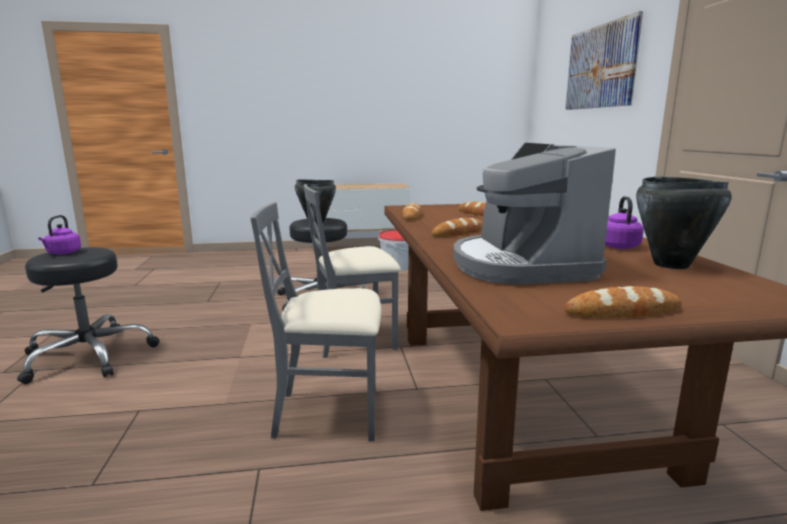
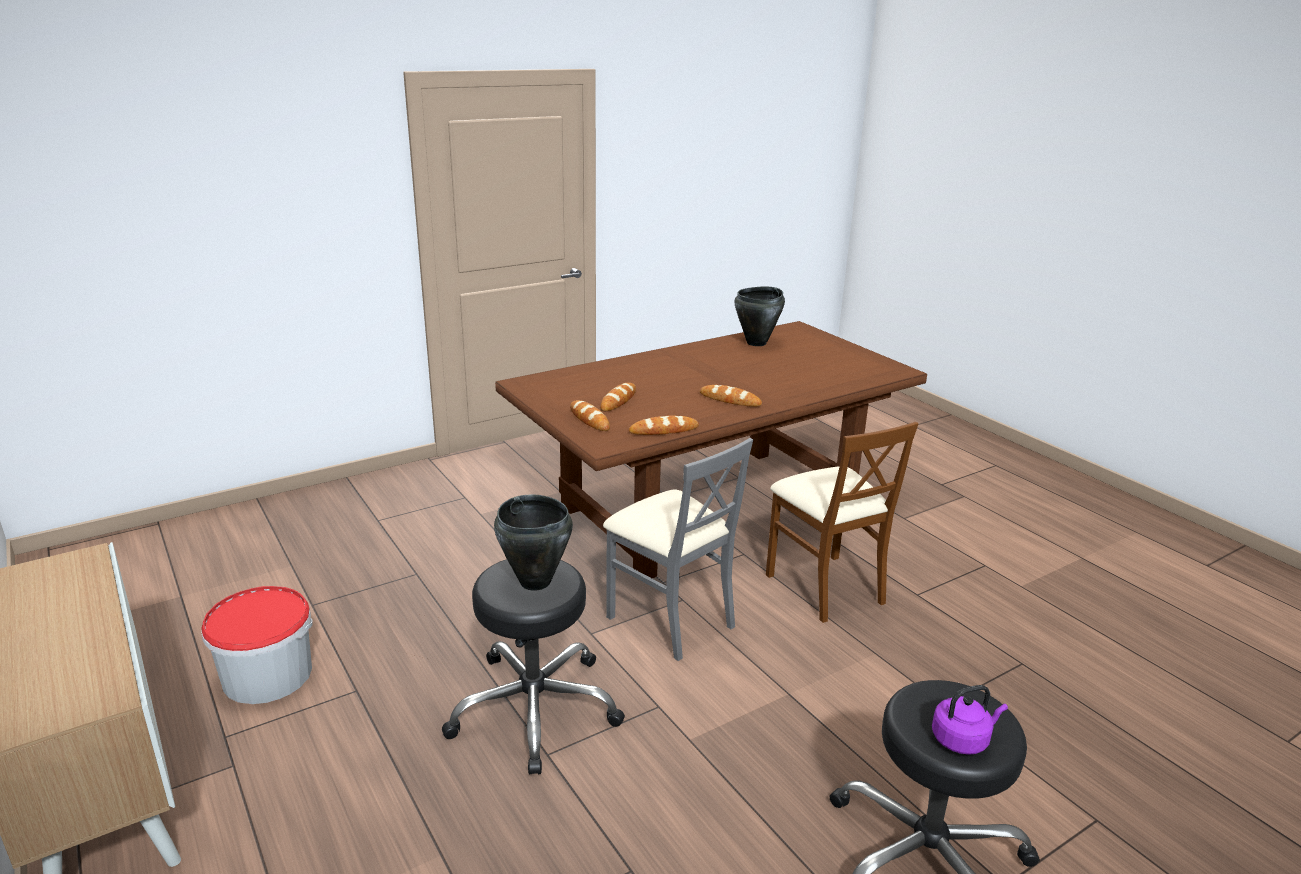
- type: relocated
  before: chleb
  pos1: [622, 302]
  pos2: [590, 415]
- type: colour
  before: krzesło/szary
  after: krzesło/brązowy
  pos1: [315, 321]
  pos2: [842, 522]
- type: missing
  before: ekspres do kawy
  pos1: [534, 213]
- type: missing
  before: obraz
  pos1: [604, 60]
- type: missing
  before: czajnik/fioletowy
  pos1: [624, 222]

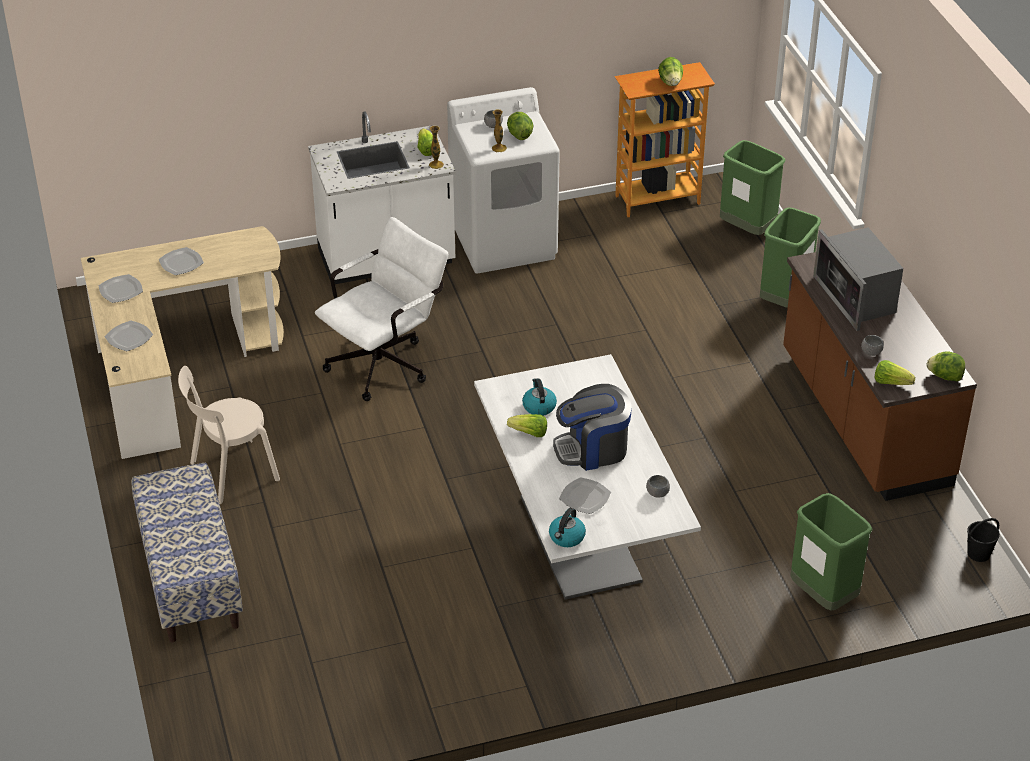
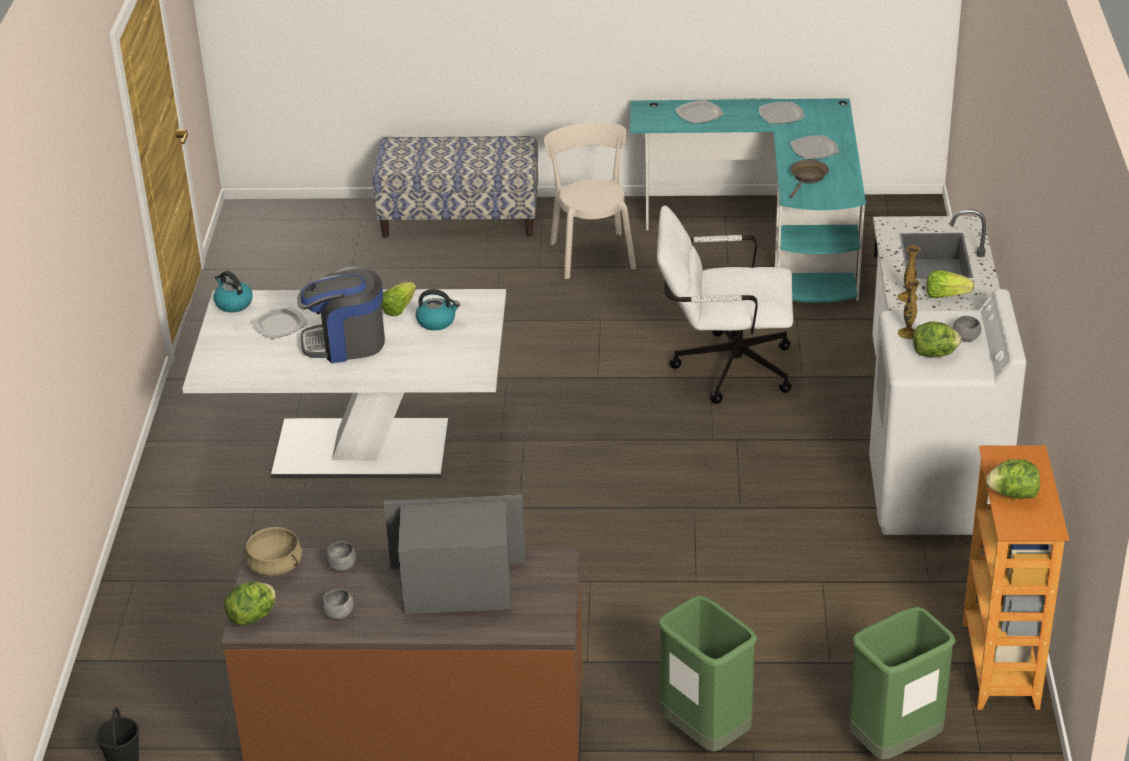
- type: exchanged
  before: sałata
  after: garnek/beżowy
  pos1: [894, 372]
  pos2: [273, 552]
- type: spun
  before: ekspres do kawy
  pos1: [592, 427]
  pos2: [341, 314]
  turn: -105
- type: relocated
  before: miska/szary
  pos1: [658, 486]
  pos2: [337, 604]
- type: colour
  before: biurko/beżowy
  after: biurko/turkusowy
  pos1: [182, 342]
  pos2: [748, 200]
- type: spun
  before: krzesło biurowe/biały
  pos1: [381, 309]
  pos2: [725, 304]
  turn: 120
- type: appeared
  after: patelnia/brązowy
  pos2: [809, 179]
- type: missing
  before: kosz na śmieci/zielony
  pos1: [831, 552]

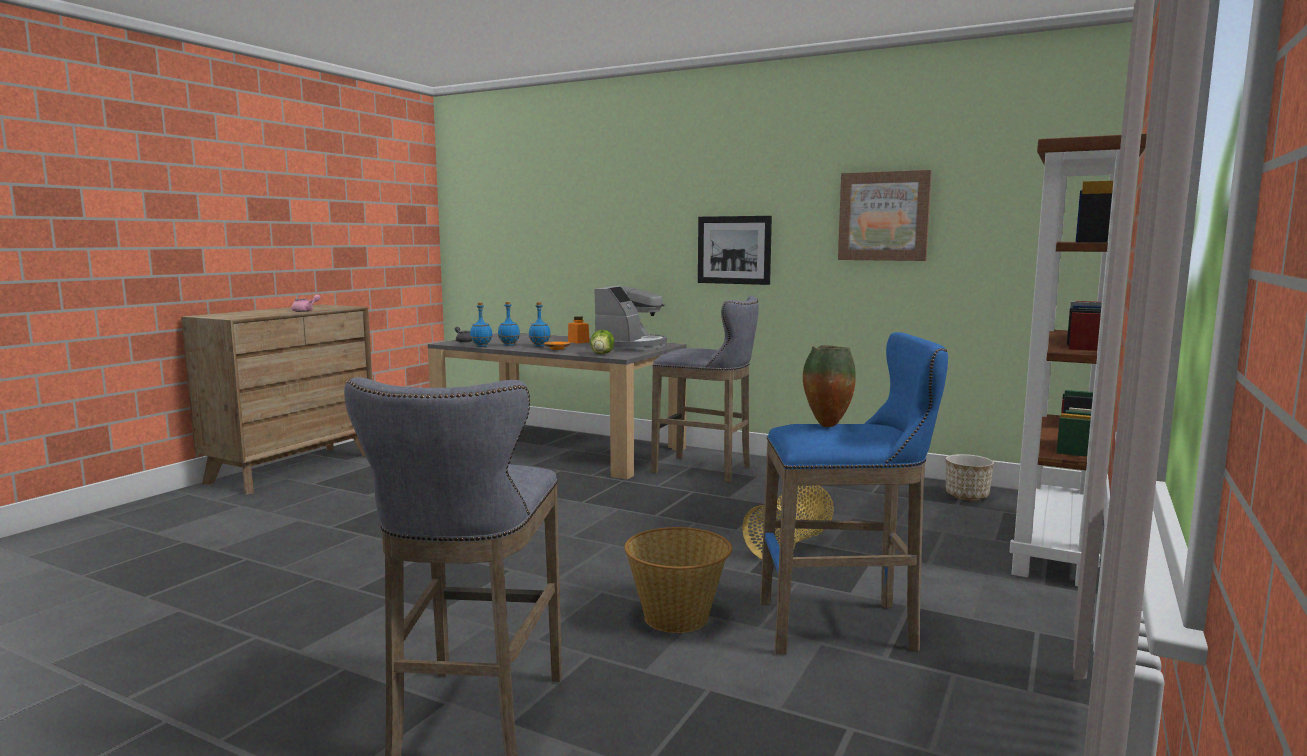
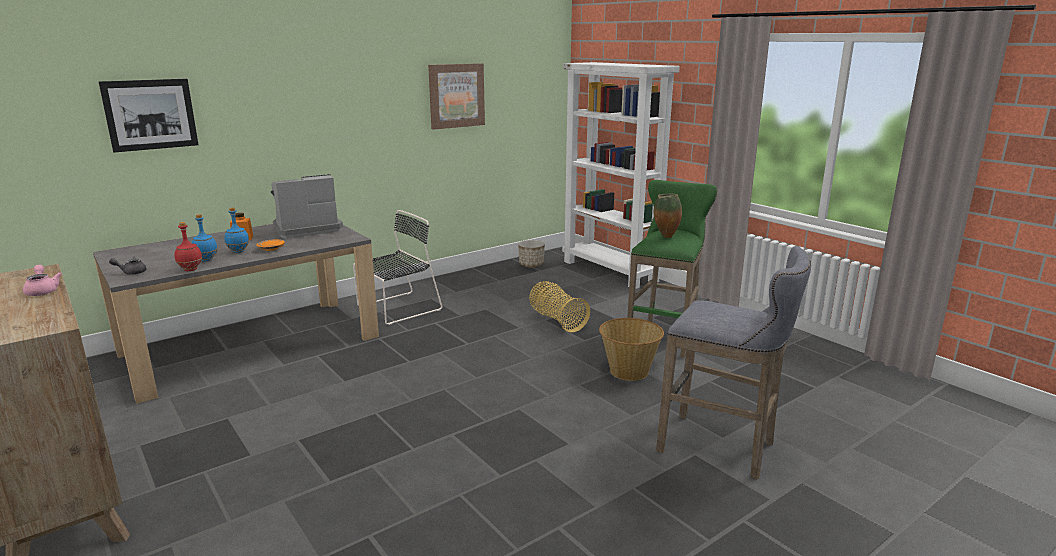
- type: relocated
  before: obraz
  pos1: [735, 250]
  pos2: [148, 116]
- type: colour
  before: butelka/niebieski
  after: butelka/czerwony
  pos1: [481, 324]
  pos2: [188, 246]
- type: spun
  before: ekspres do kawy
  pos1: [630, 318]
  pos2: [307, 206]
  turn: -75
- type: exchanged
  before: stołek/szary
  after: krzesło/czarny
  pos1: [705, 389]
  pos2: [397, 267]
- type: colour
  before: regał/brązowy
  after: regał/biały
  pos1: [1078, 359]
  pos2: [621, 175]
- type: colour
  before: stołek/niebieski
  after: stołek/zielony
  pos1: [854, 493]
  pos2: [672, 269]
- type: missing
  before: sałata
  pos1: [602, 342]

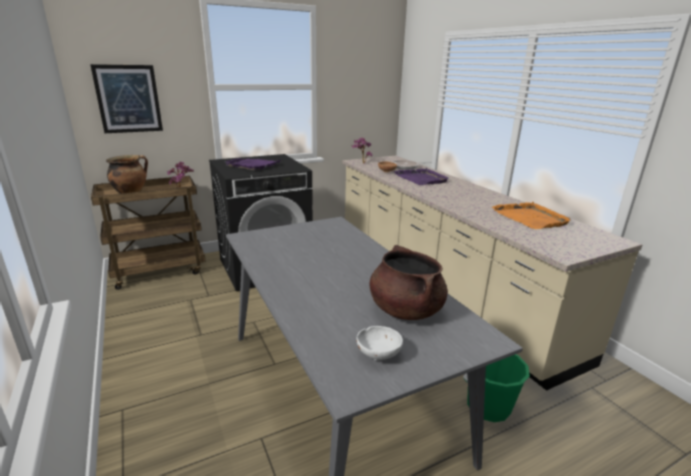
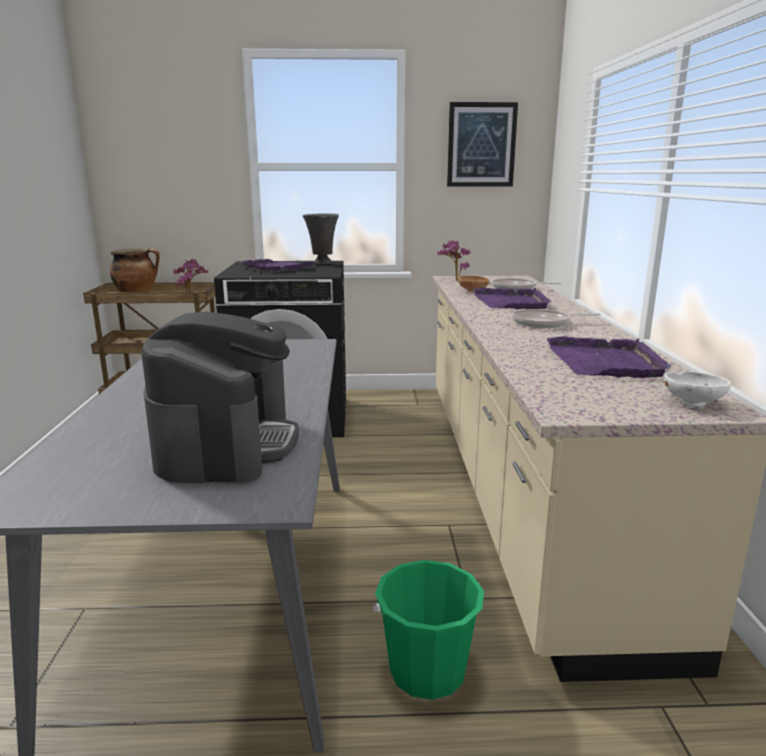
- type: exchanged
  before: garnek/brązowy
  after: ekspres do kawy
  pos1: [408, 282]
  pos2: [220, 397]
- type: appeared
  after: wazon/szary
  pos2: [321, 238]
- type: relocated
  before: obraz
  pos1: [126, 98]
  pos2: [482, 144]
- type: appeared
  after: patelnia
  pos2: [556, 318]
- type: colour
  before: taca/pomarańczowy
  after: taca/fioletowy
  pos1: [532, 215]
  pos2: [609, 357]
- type: relocated
  before: miska/biały
  pos1: [379, 343]
  pos2: [697, 388]

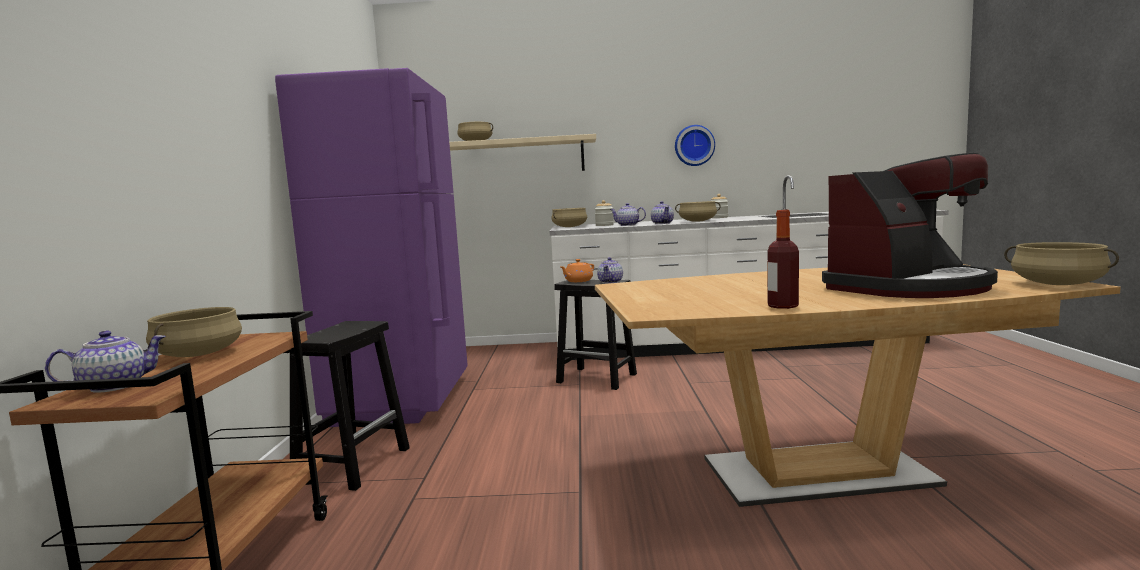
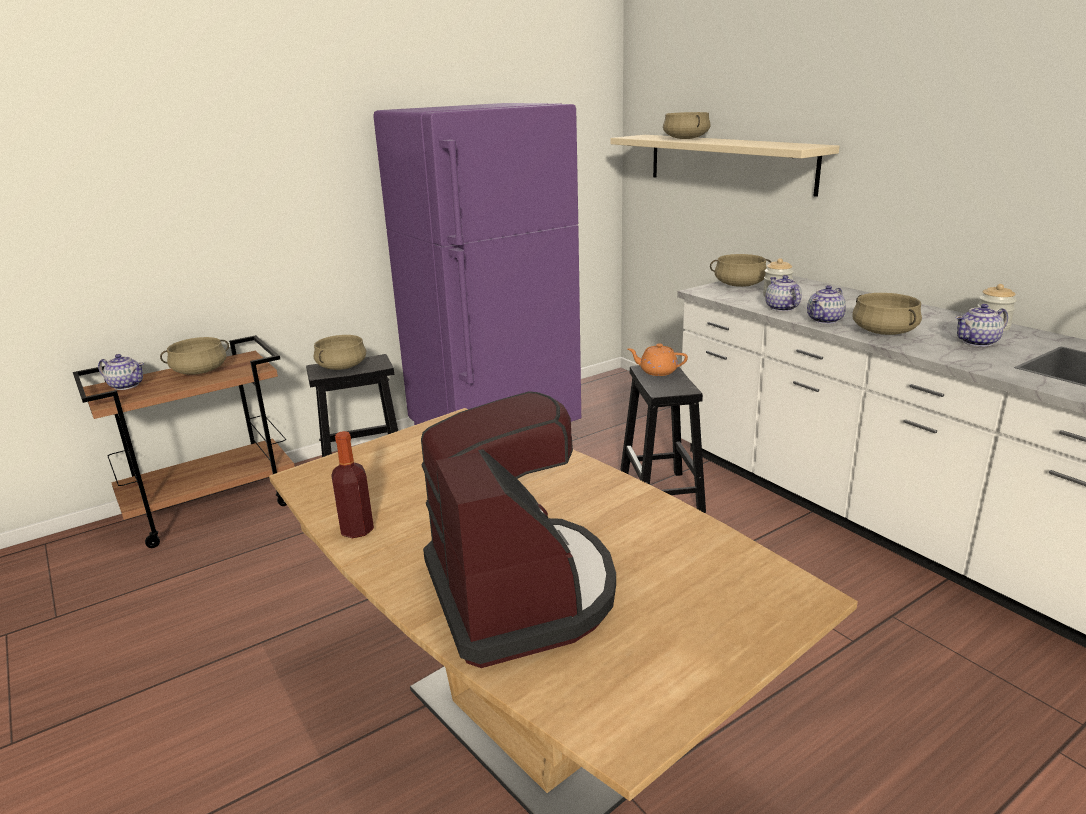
- type: relocated
  before: garnek/beżowy
  pos1: [1061, 263]
  pos2: [340, 352]
- type: spun
  before: ekspres do kawy
  pos1: [910, 225]
  pos2: [518, 529]
  turn: -135
- type: relocated
  before: imbryk
  pos1: [610, 270]
  pos2: [982, 325]
- type: missing
  before: zegar ścienny
  pos1: [695, 145]

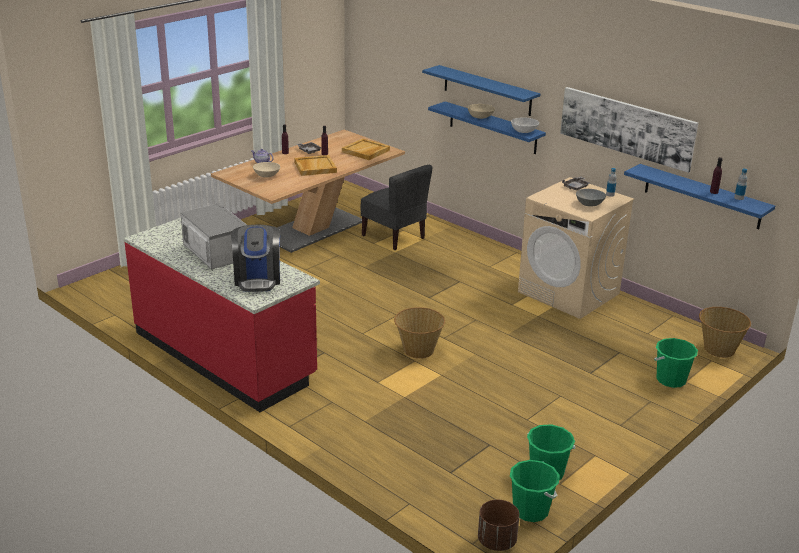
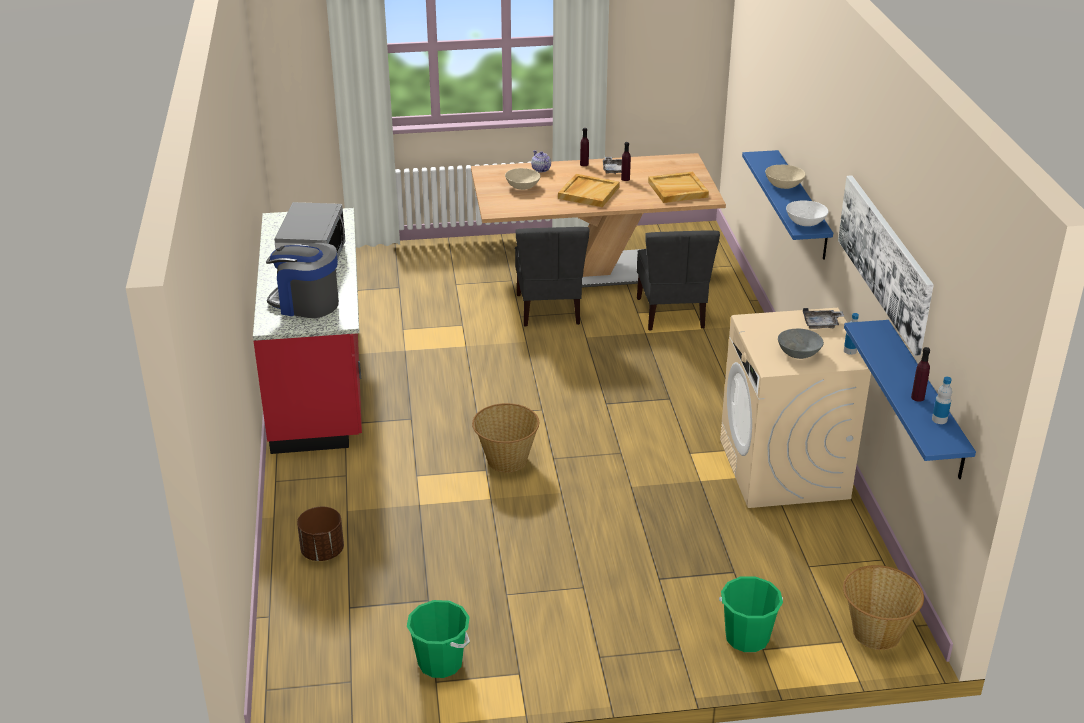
- type: spun
  before: ekspres do kawy
  pos1: [255, 258]
  pos2: [302, 280]
  turn: 75
- type: relocated
  before: donica/brązowy
  pos1: [499, 525]
  pos2: [320, 534]
- type: appeared
  after: krzesło/szary
  pos2: [552, 277]
- type: missing
  before: półka/niebieski
  pos1: [481, 90]
- type: missing
  before: wiadro/zielony
  pos1: [535, 491]

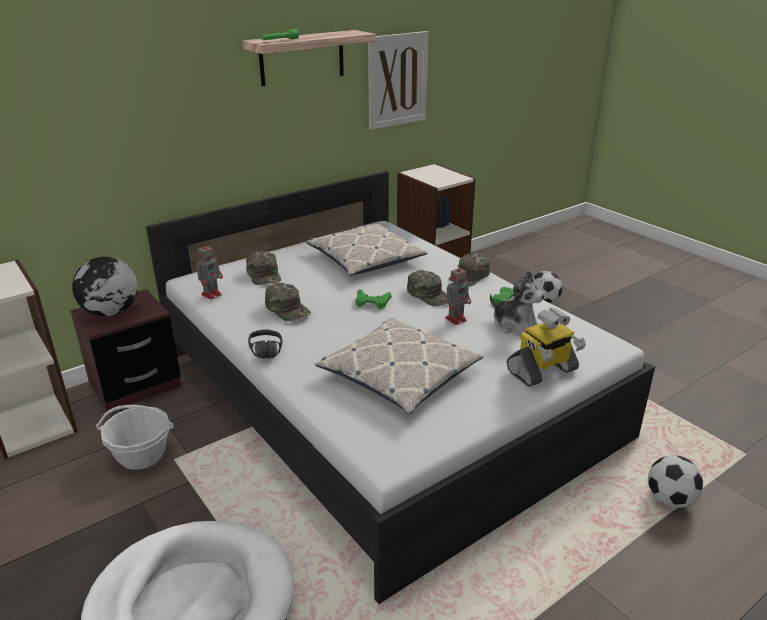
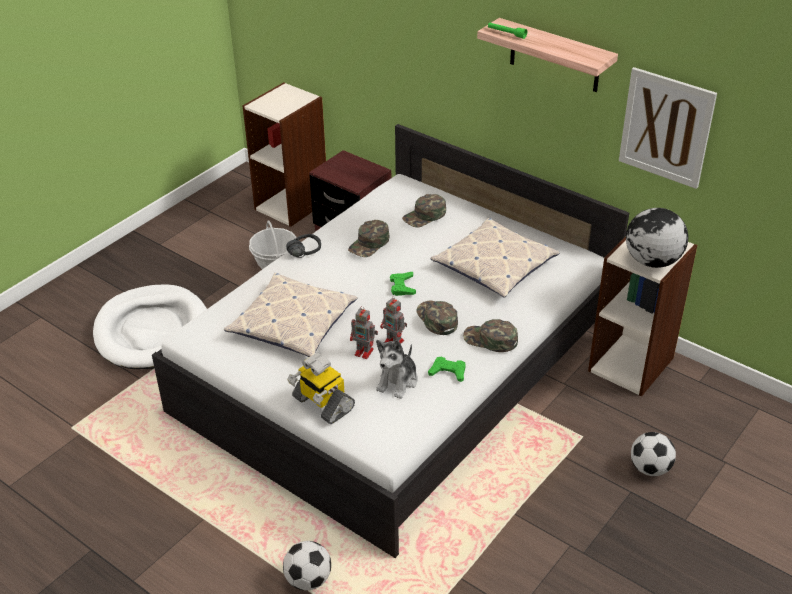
- type: relocated
  before: robot zabawkowy
  pos1: [209, 270]
  pos2: [364, 332]
- type: spun
  before: czapka z daszkiem/zielony
  pos1: [427, 288]
  pos2: [437, 318]
  turn: 120
- type: relocated
  before: globus
  pos1: [105, 287]
  pos2: [657, 238]

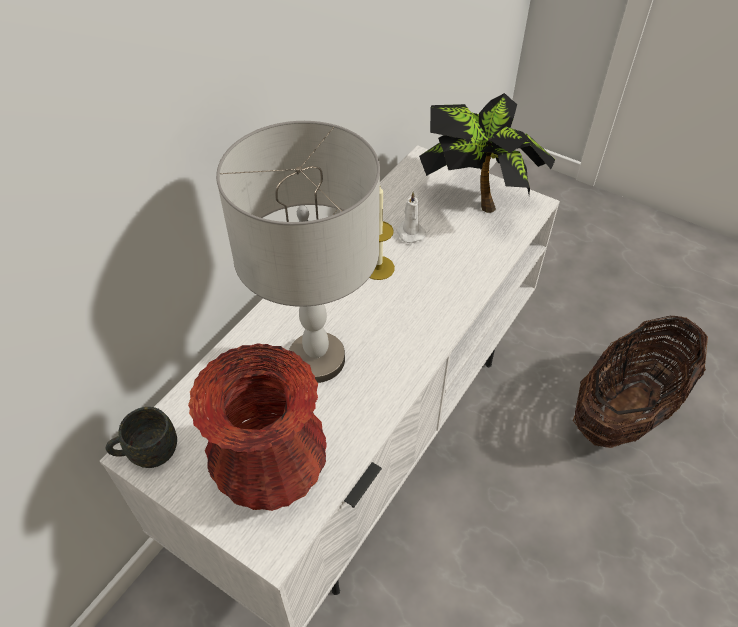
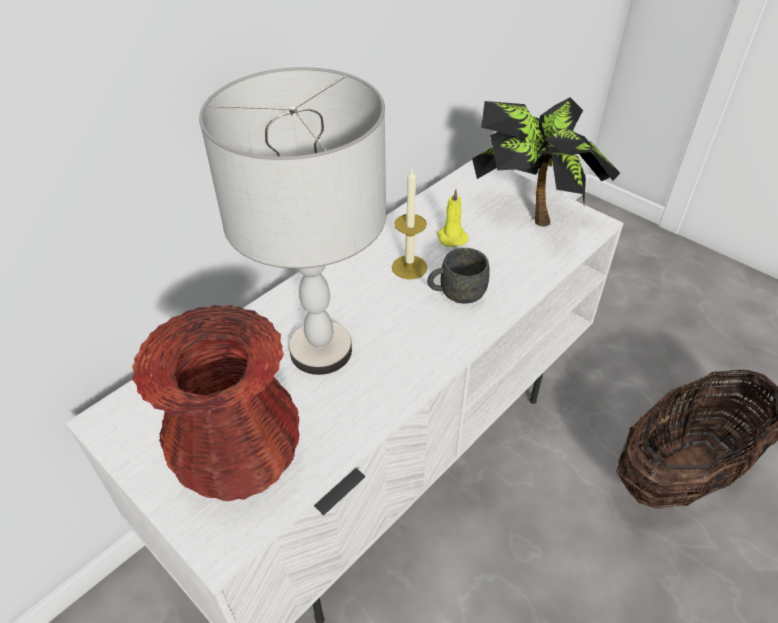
- type: relocated
  before: kubek/szary
  pos1: [141, 437]
  pos2: [458, 276]
- type: colour
  before: świeca/biały
  after: świeca/żółty
  pos1: [411, 217]
  pos2: [453, 218]

